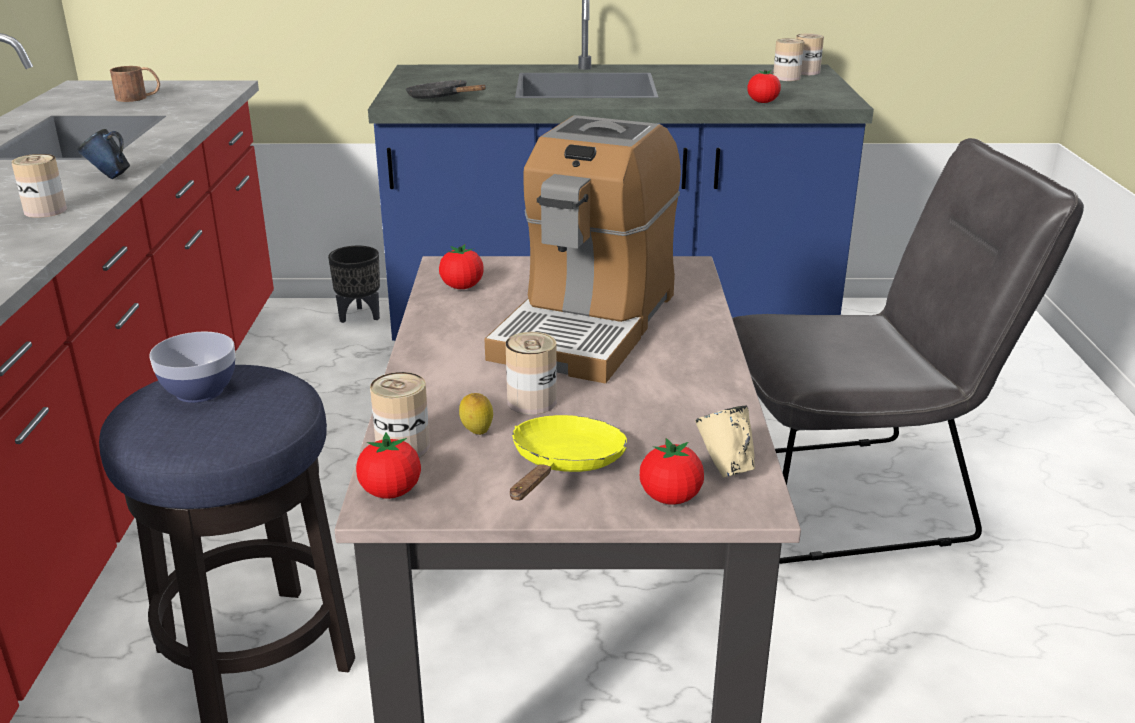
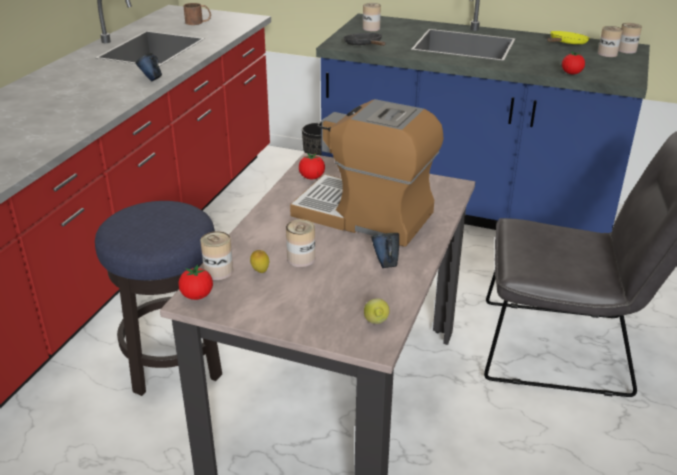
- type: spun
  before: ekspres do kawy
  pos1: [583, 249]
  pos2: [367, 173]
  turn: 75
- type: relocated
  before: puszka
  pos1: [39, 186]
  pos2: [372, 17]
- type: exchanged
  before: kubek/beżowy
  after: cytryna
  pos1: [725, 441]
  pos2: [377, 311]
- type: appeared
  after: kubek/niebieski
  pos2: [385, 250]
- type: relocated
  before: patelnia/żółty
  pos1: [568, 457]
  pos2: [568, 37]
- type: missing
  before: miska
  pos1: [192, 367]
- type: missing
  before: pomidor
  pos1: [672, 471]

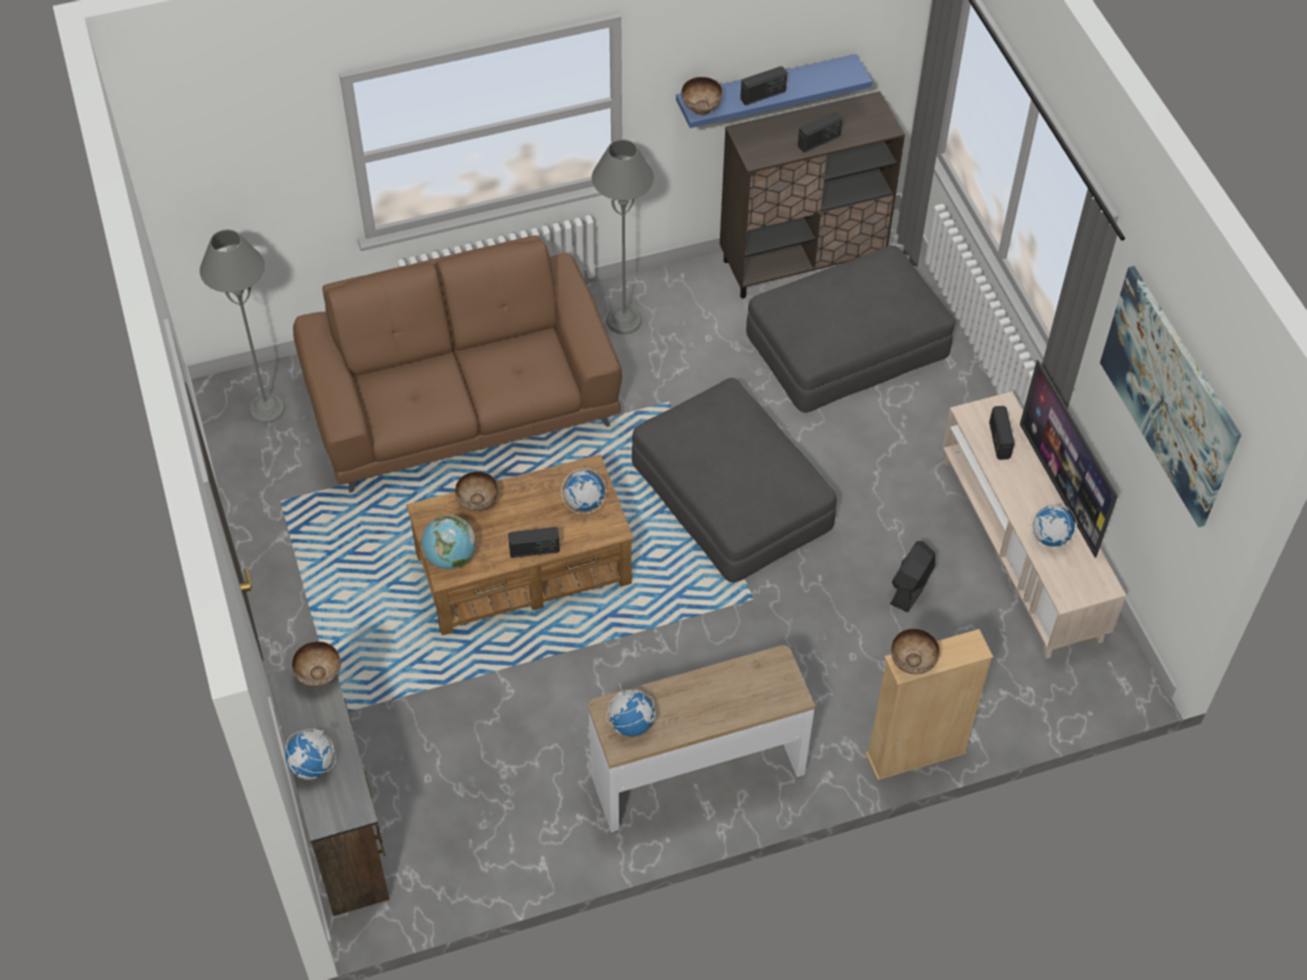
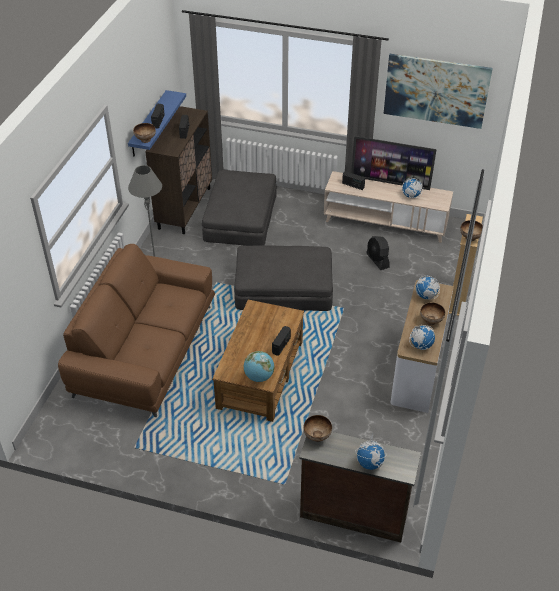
- type: relocated
  before: globus
  pos1: [584, 491]
  pos2: [427, 288]
- type: relocated
  before: miska
  pos1: [476, 491]
  pos2: [432, 313]
- type: missing
  before: lampa stojąca/szary
  pos1: [242, 326]

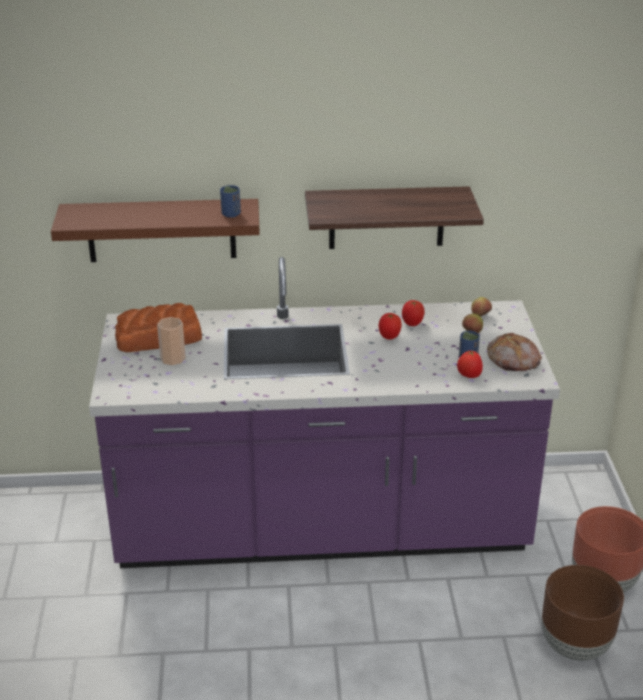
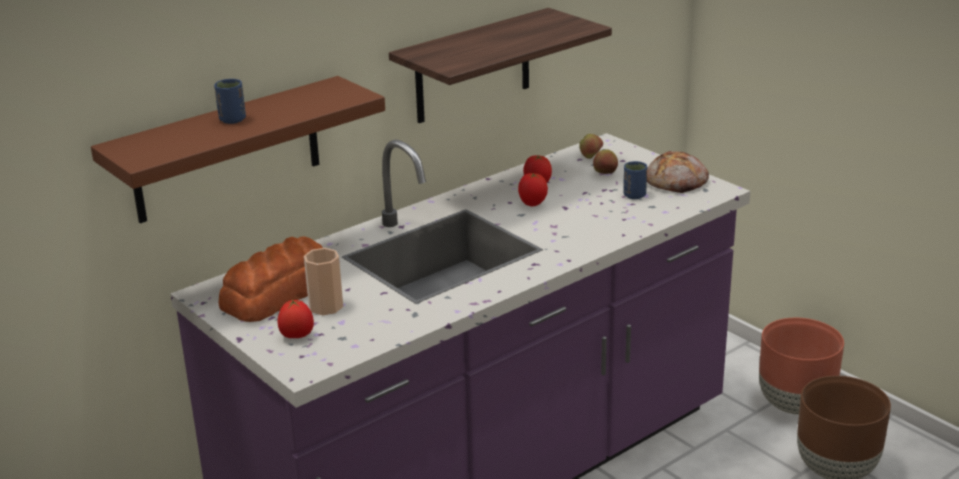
- type: relocated
  before: filiżanka/niebieski
  pos1: [230, 201]
  pos2: [230, 101]
- type: relocated
  before: pomidor
  pos1: [470, 364]
  pos2: [295, 318]

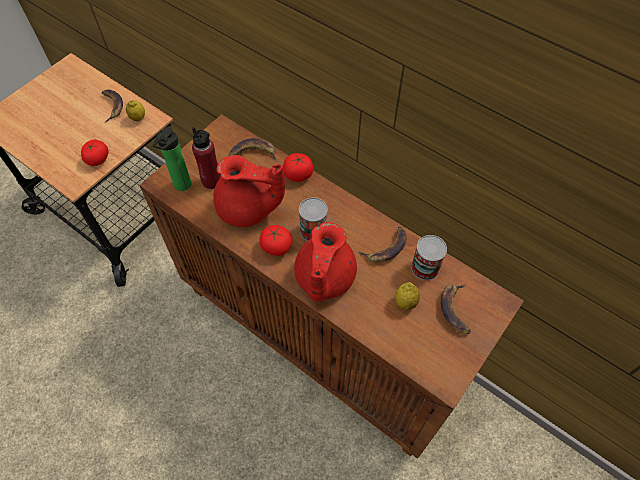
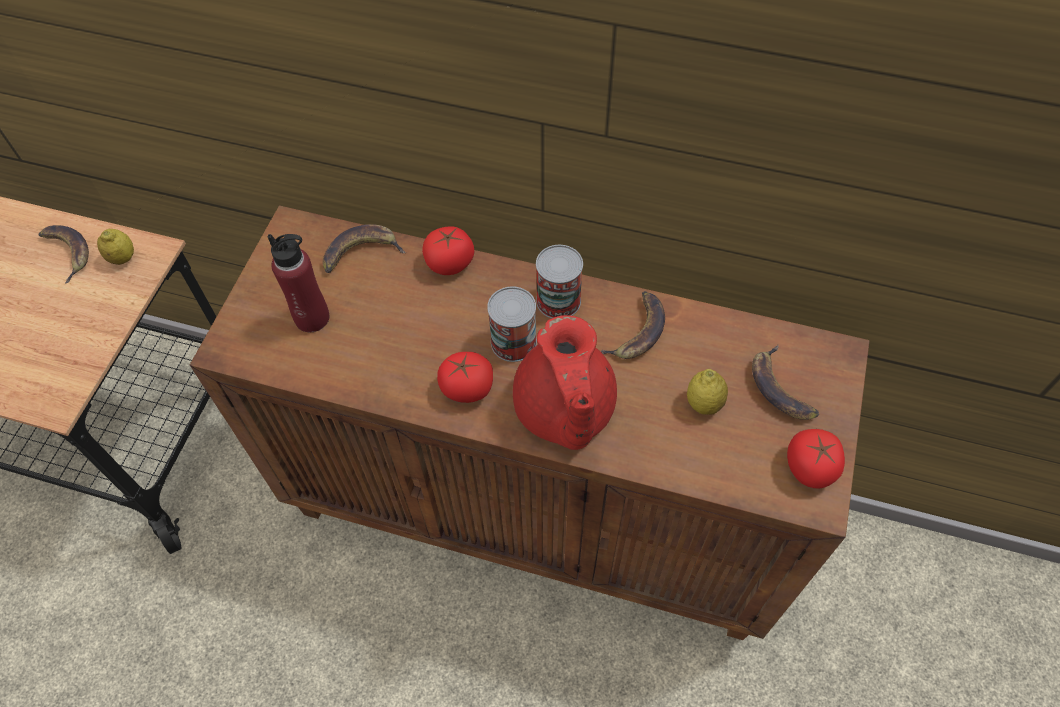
- type: relocated
  before: puszka
  pos1: [429, 257]
  pos2: [559, 281]
- type: relocated
  before: pomidor
  pos1: [95, 153]
  pos2: [816, 458]
- type: missing
  before: butelka
  pos1: [171, 158]
- type: missing
  before: imbryk/czerwony
  pos1: [249, 191]

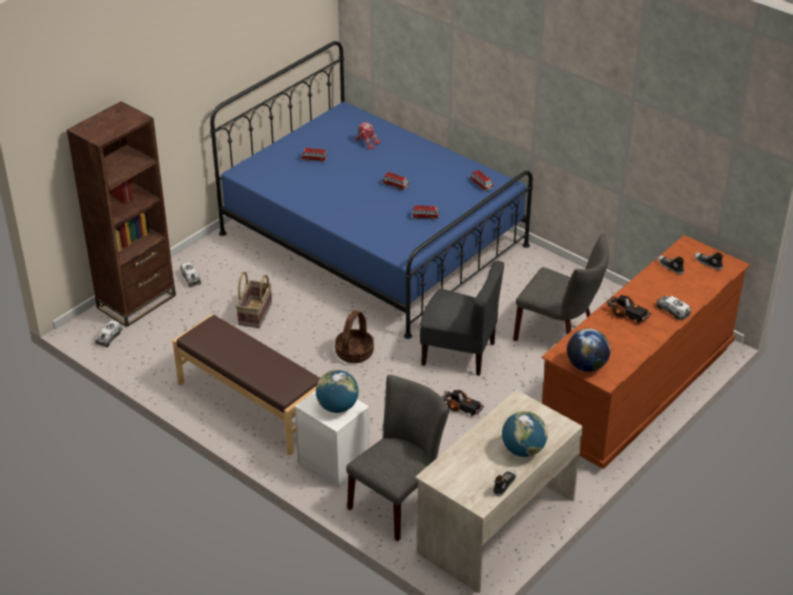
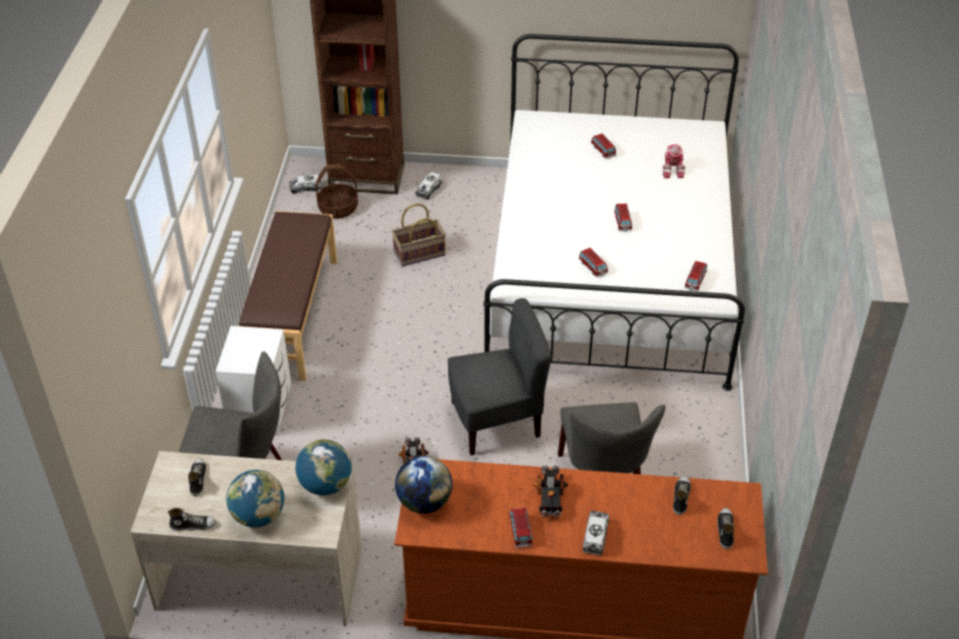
- type: appeared
  after: but
  pos2: [197, 477]
- type: relocated
  before: globus
  pos1: [337, 391]
  pos2: [323, 467]
- type: relocated
  before: koszyk
  pos1: [354, 336]
  pos2: [337, 191]
- type: spun
  before: krzesło/szary
  pos1: [462, 318]
  pos2: [500, 376]
  turn: -90
- type: colour
  before: łóżko/niebieski
  after: łóżko/biały
  pos1: [371, 190]
  pos2: [614, 212]
- type: appeared
  after: samochodzik
  pos2: [521, 527]

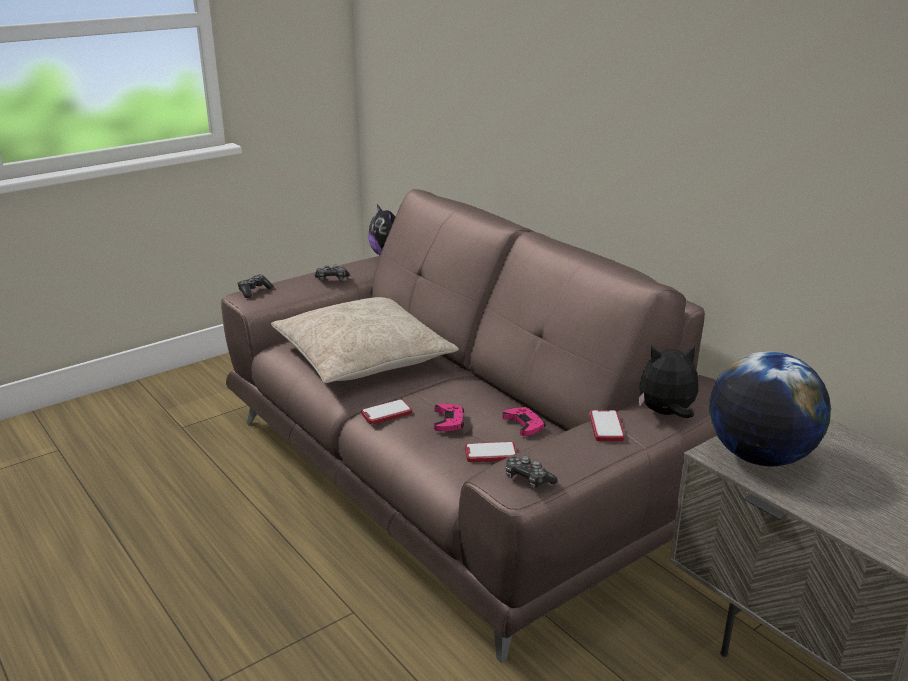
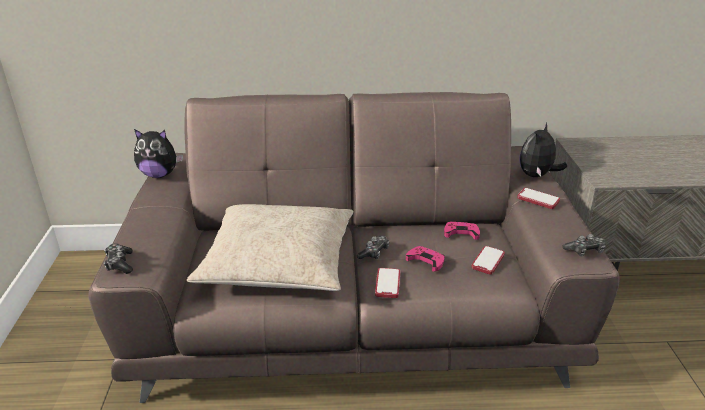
- type: relocated
  before: pad do gier
  pos1: [332, 273]
  pos2: [373, 247]
- type: missing
  before: globus
  pos1: [770, 408]

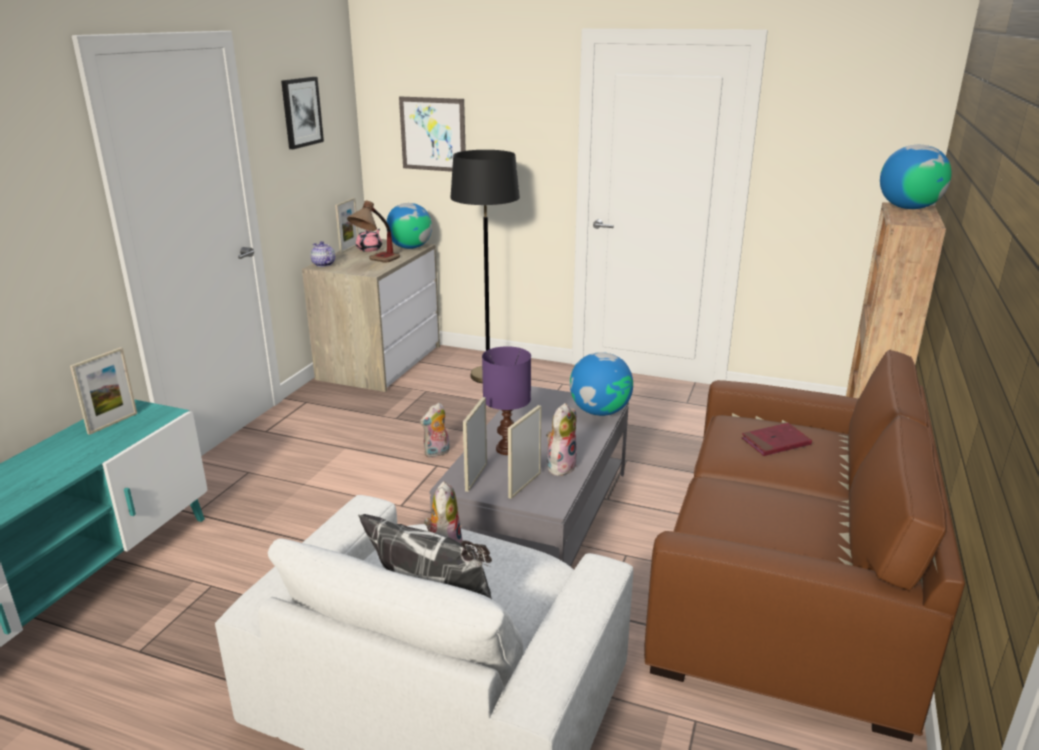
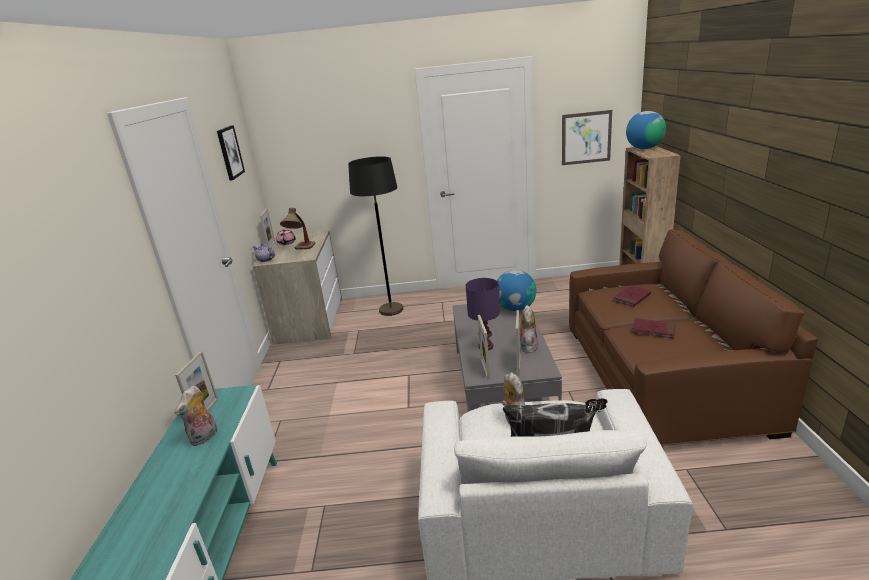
- type: relocated
  before: pluszak
  pos1: [435, 430]
  pos2: [195, 416]
- type: relocated
  before: obraz
  pos1: [432, 134]
  pos2: [587, 137]
- type: appeared
  after: książka/czerwony
  pos2: [654, 328]
- type: missing
  before: globus
  pos1: [409, 226]

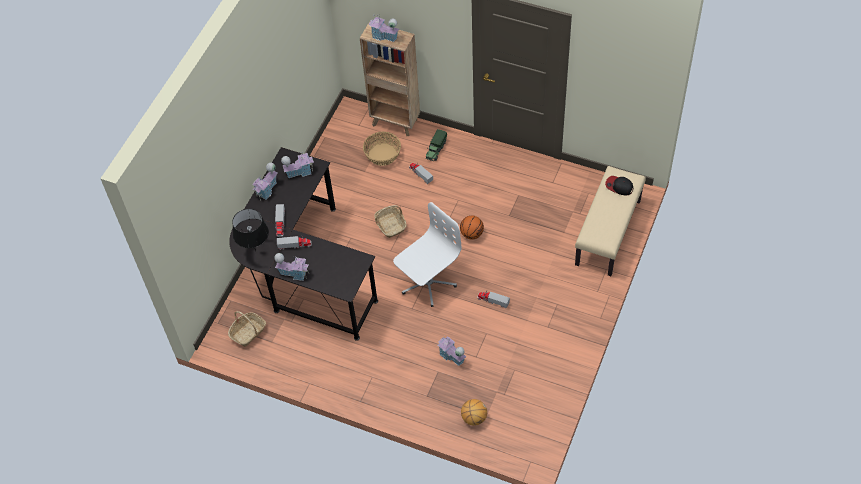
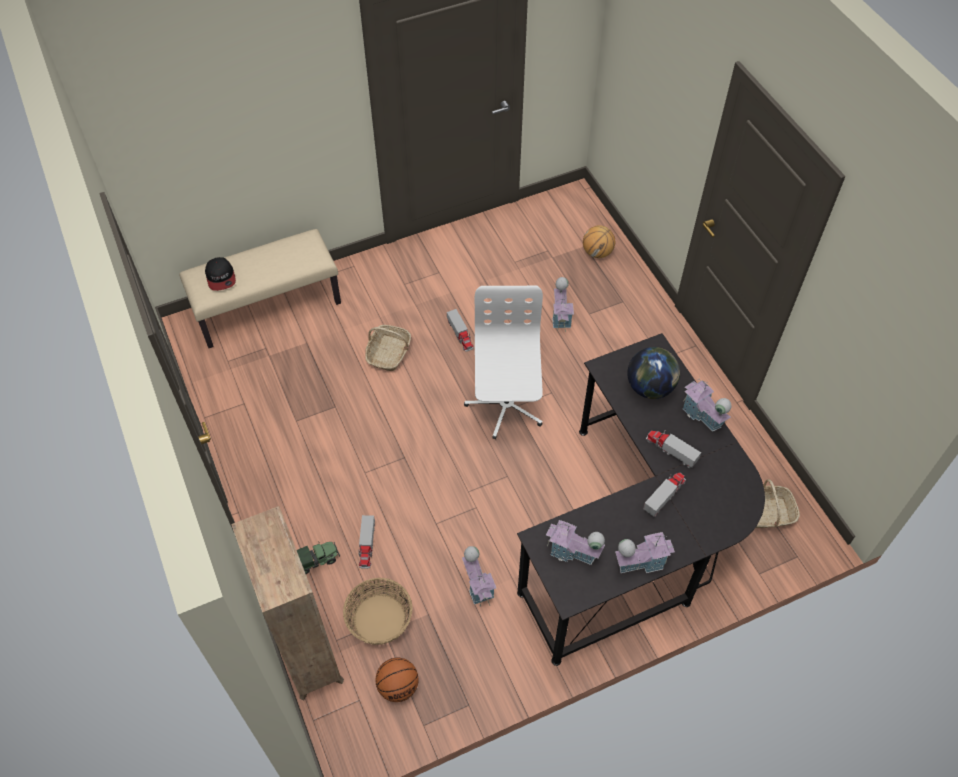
- type: relocated
  before: koszyk
  pos1: [390, 221]
  pos2: [388, 348]
- type: relocated
  before: piłka do koszykówki
  pos1: [472, 227]
  pos2: [397, 680]
- type: relocated
  before: domek
  pos1: [383, 28]
  pos2: [479, 576]
- type: spun
  before: krzesło biurowe/biały
  pos1: [427, 254]
  pos2: [503, 362]
  turn: 90
- type: appeared
  after: globus
  pos2: [653, 373]
- type: missing
  before: lampa stołowa/czarny
  pos1: [250, 230]

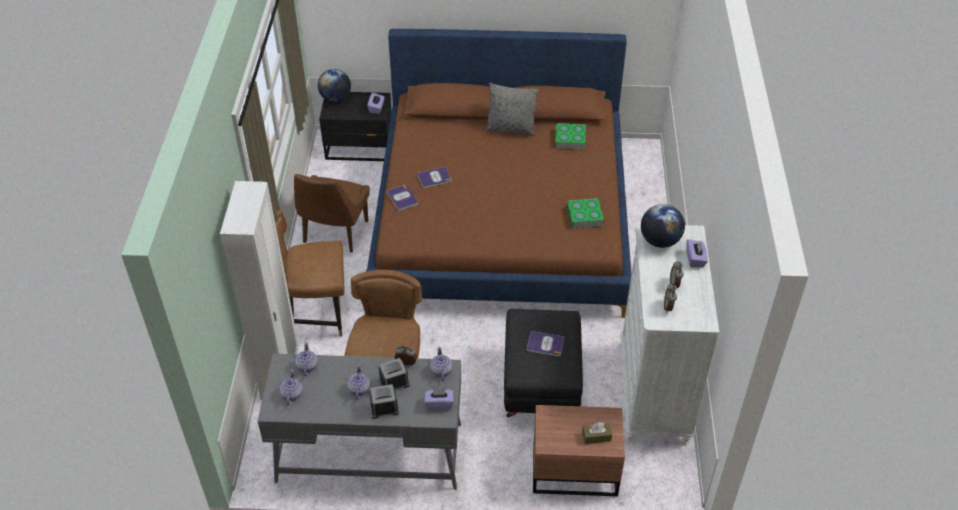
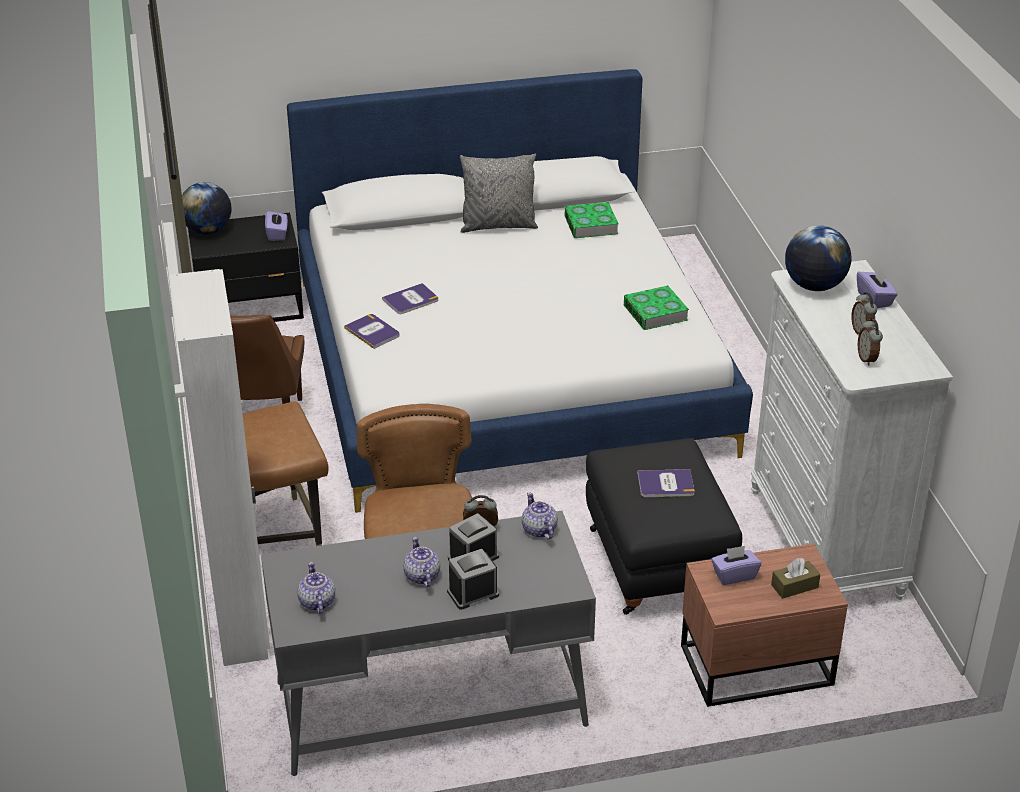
- type: colour
  before: łóżko/brązowy
  after: łóżko/biały
  pos1: [498, 173]
  pos2: [520, 291]
- type: relocated
  before: pudełko chusteczek/fioletowy
  pos1: [439, 399]
  pos2: [736, 565]
- type: missing
  before: imbryk
  pos1: [306, 359]

